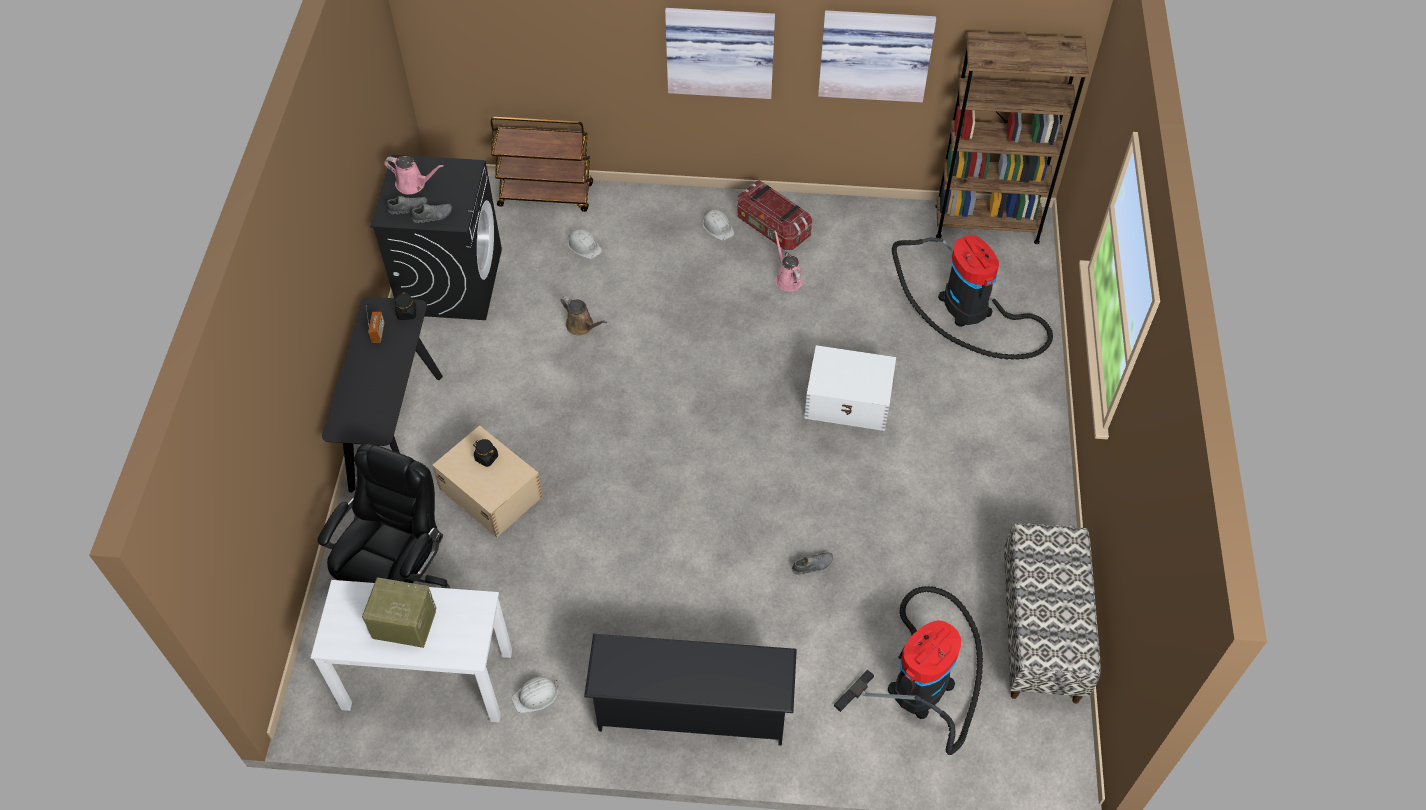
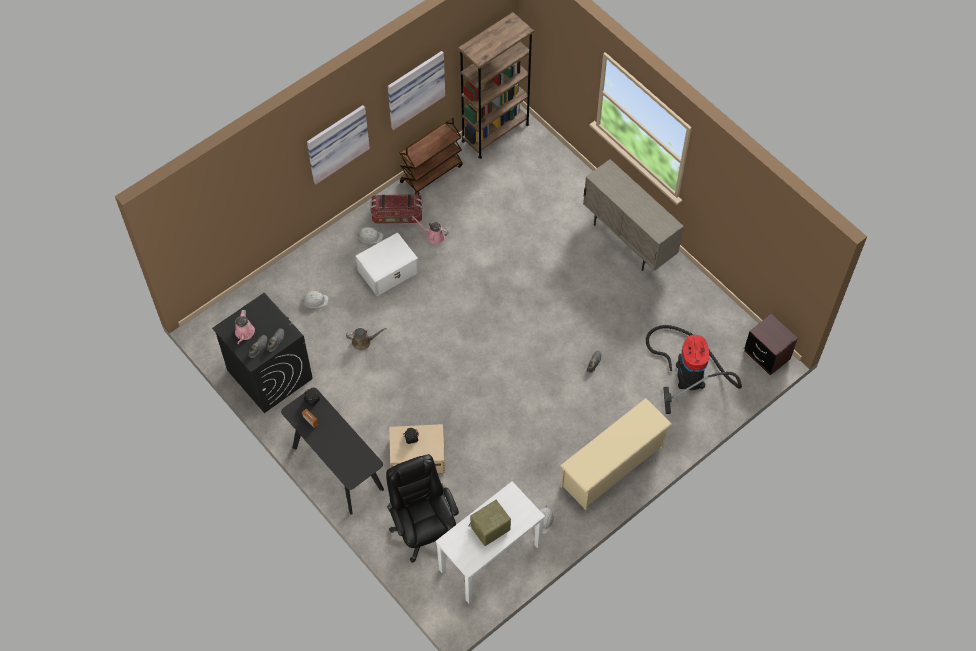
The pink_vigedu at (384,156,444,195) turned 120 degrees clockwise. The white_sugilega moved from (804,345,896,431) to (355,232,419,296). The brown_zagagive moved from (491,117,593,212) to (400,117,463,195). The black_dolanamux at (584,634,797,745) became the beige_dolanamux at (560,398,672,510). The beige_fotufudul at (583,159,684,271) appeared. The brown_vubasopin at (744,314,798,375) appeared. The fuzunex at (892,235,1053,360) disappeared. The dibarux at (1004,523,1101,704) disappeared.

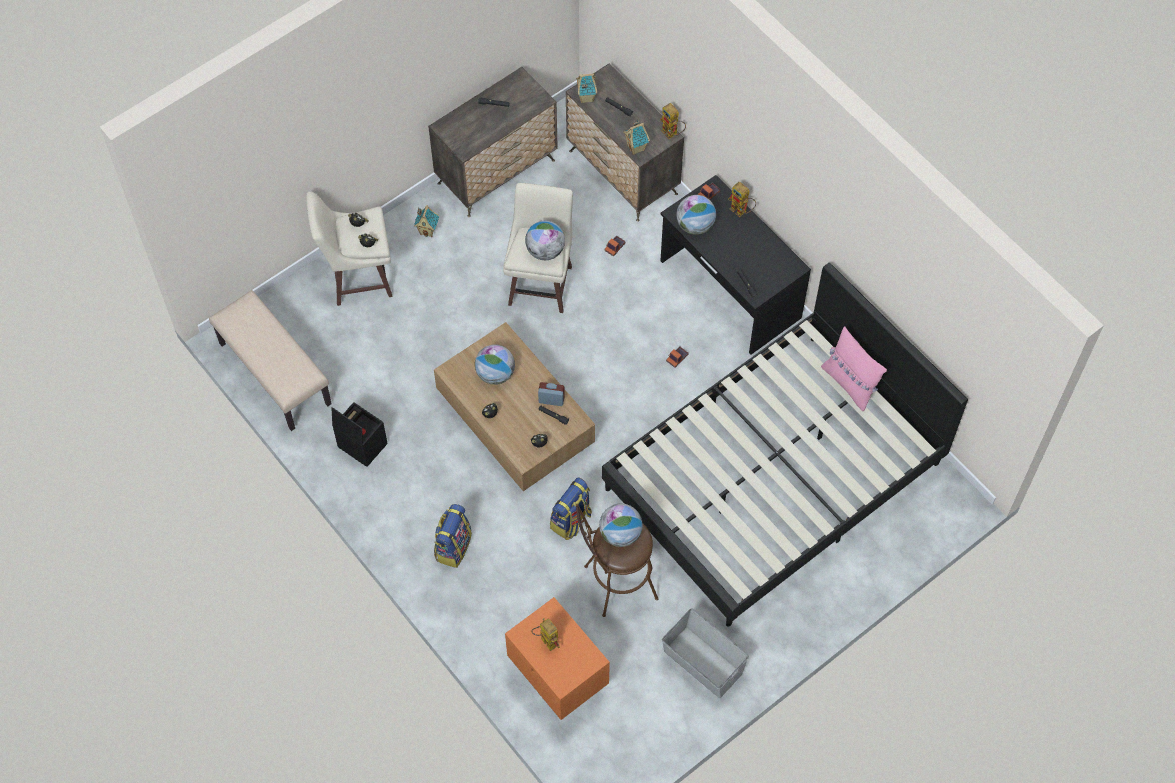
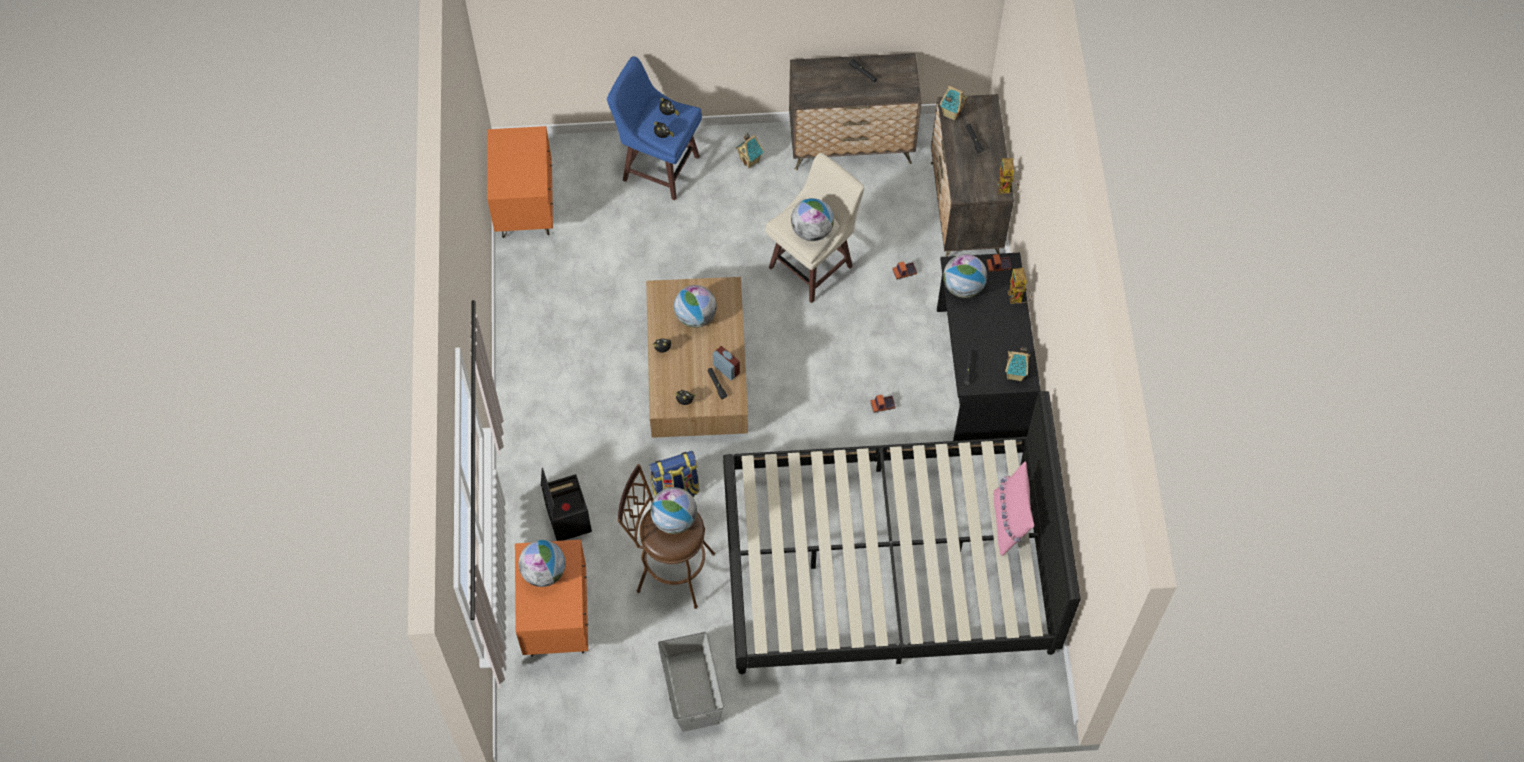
The beige_dibarux at (209,290,332,431) was replaced by the orange_vubasopin at (487,126,553,238). The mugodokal at (531,618,560,651) was replaced by the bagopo at (519,540,566,587). The black_sugilega moved from (331,402,388,467) to (541,468,592,541). The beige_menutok at (306,191,393,306) became the blue_menutok at (607,56,702,200). The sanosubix moved from (623,119,650,155) to (1005,347,1030,382). The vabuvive at (434,504,472,568) disappeared.

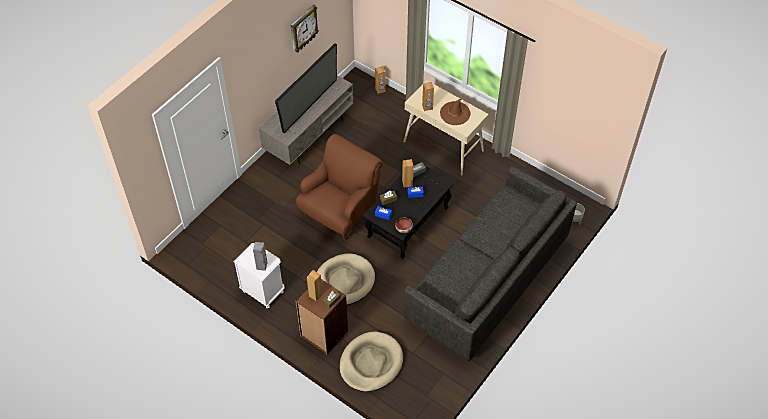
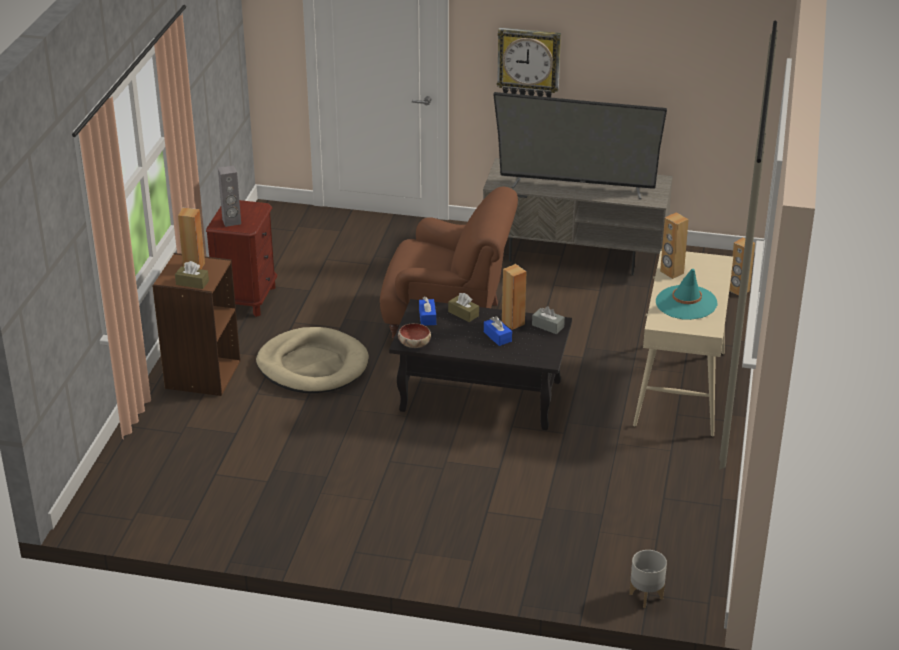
The white_vubasopin at (233,243,285,308) became the brown_vubasopin at (206,200,277,317). The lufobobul moved from (290,4,319,53) to (497,28,561,97). The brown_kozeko at (440,99,471,125) became the turquoise_kozeko at (656,269,717,320). The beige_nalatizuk at (339,331,403,392) disappeared. The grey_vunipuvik at (403,166,577,361) disappeared.

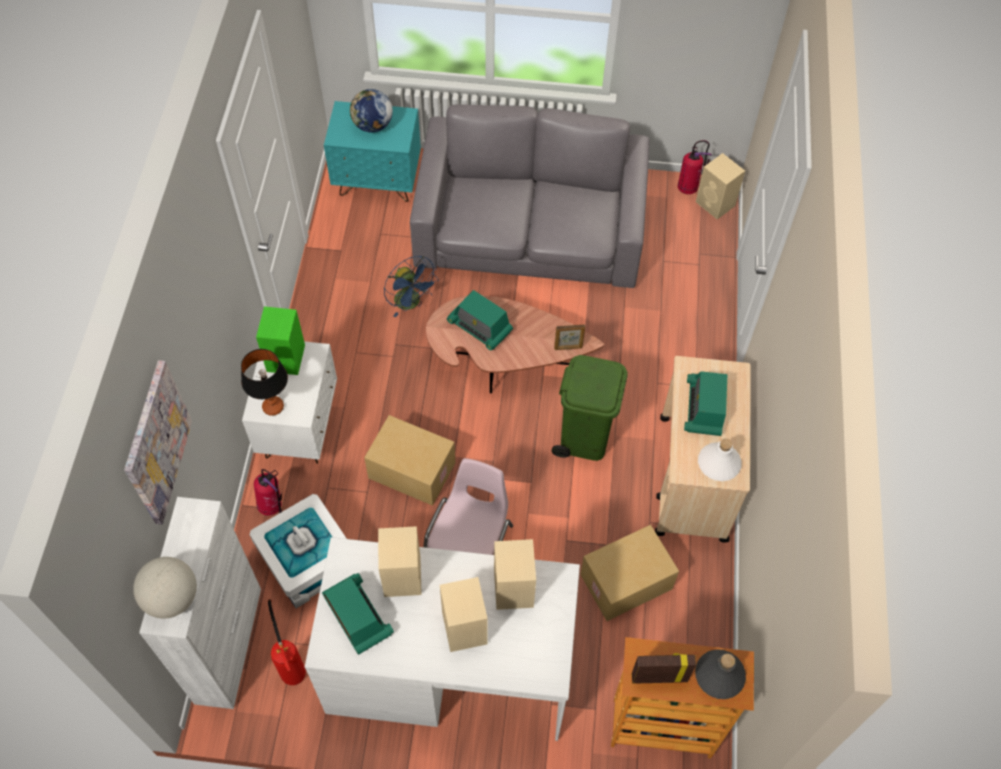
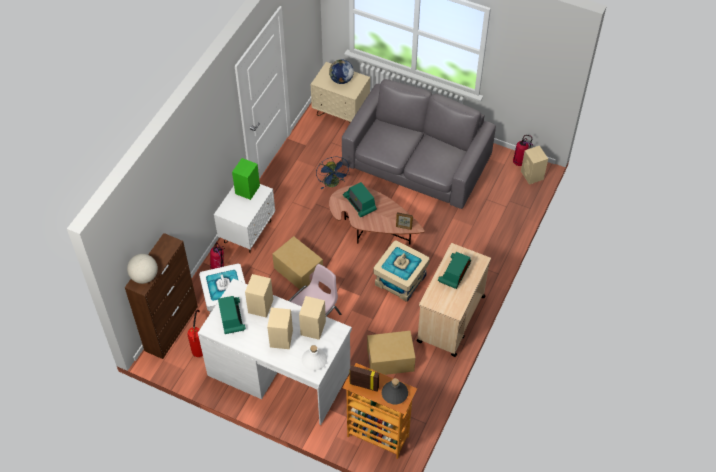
The white_fotufudul at (139,497,261,709) became the brown_fotufudul at (125,233,198,359). The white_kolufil moved from (698,439,742,481) to (302,345,327,371). The turquoise_vubasopin at (324,101,421,202) became the beige_vubasopin at (311,62,370,123). The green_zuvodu at (552,355,628,461) was replaced by the beige_sugilega at (373,240,430,302). The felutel at (124,360,192,524) disappeared. The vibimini at (241,349,288,416) disappeared.

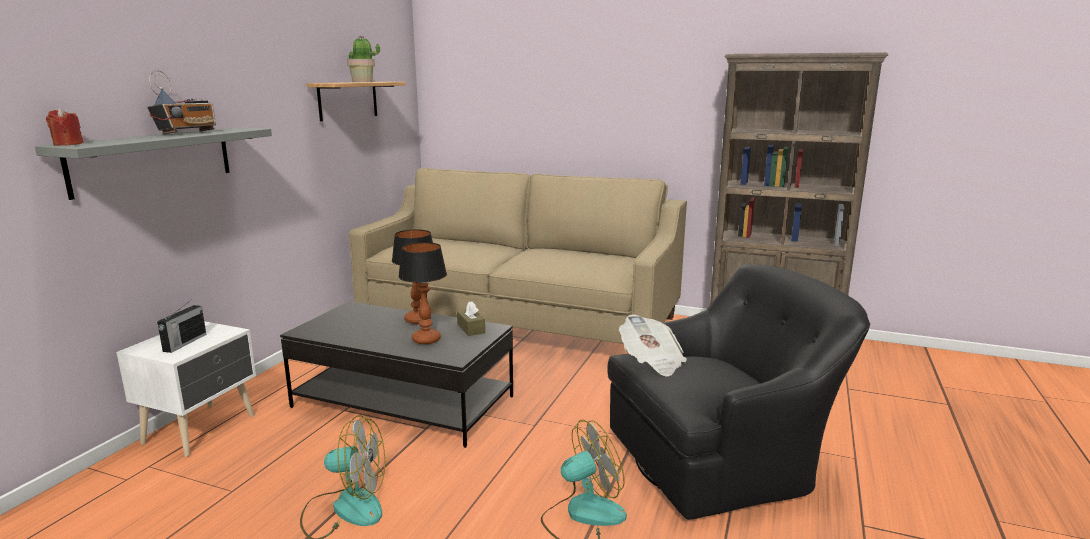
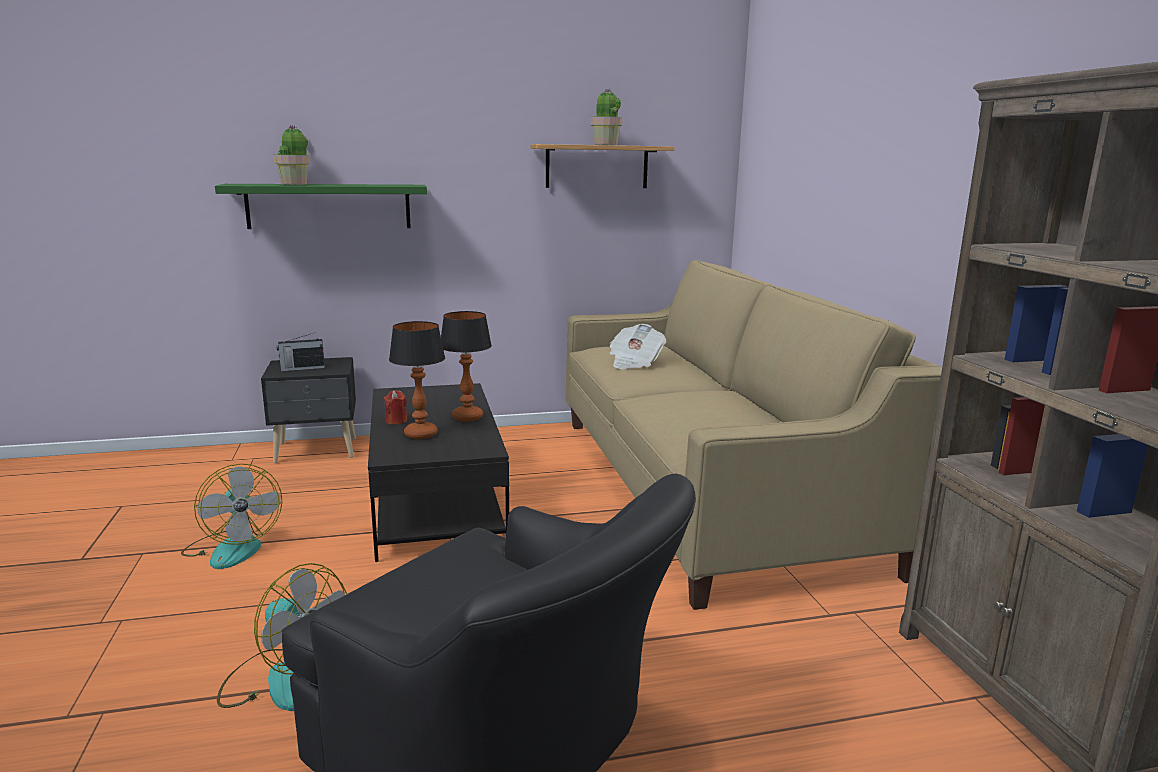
The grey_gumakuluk at (35,127,272,200) became the green_gumakuluk at (215,184,427,229). The white_vubasopin at (116,321,256,457) became the black_vubasopin at (261,357,356,463). The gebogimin at (273,125,310,185) appeared. The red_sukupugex moved from (46,108,84,146) to (384,390,407,424). The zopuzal moved from (619,315,687,377) to (609,324,666,369). The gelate at (147,70,216,134) disappeared. The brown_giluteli at (457,301,485,336) disappeared.

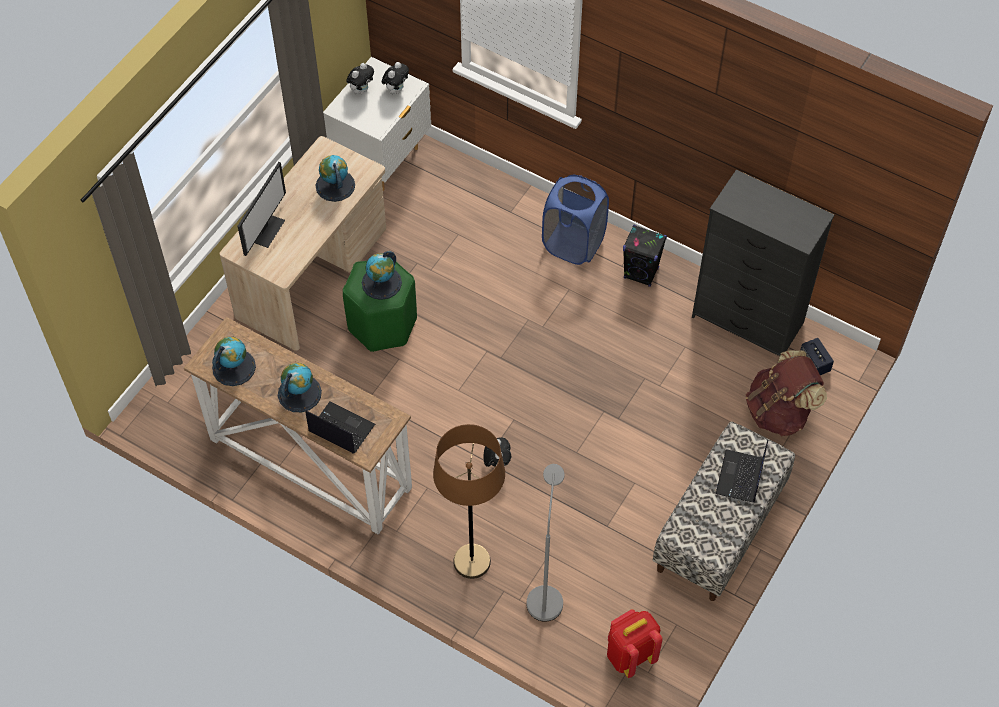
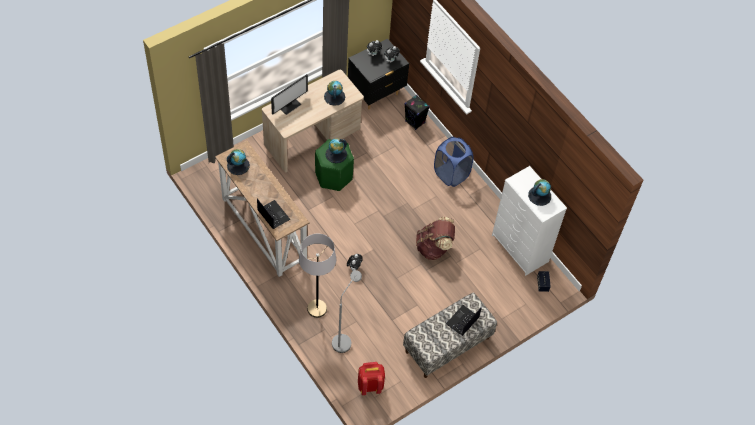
The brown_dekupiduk at (433,424,505,579) became the grey_dekupiduk at (299,234,336,318). The white_vubasopin at (323,57,431,191) became the black_vubasopin at (348,39,409,110). The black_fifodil moved from (623,225,667,287) to (404,95,430,130). The brown_vabuvive moved from (746,350,827,436) to (416,217,455,260). The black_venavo at (692,170,834,356) became the white_venavo at (492,166,567,276). The bagopo moved from (278,363,322,412) to (528,179,551,206).

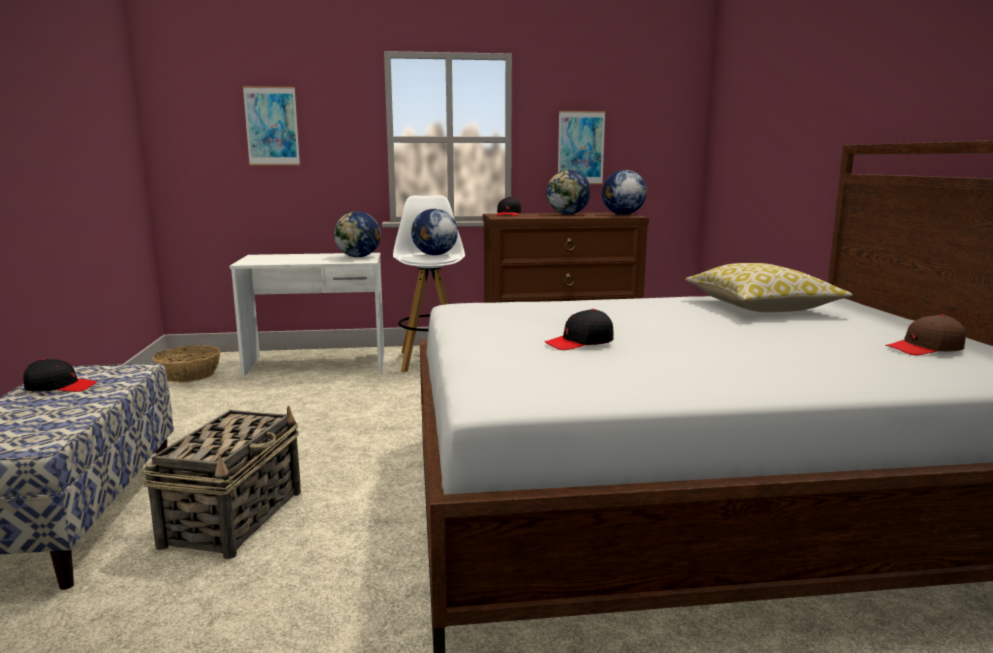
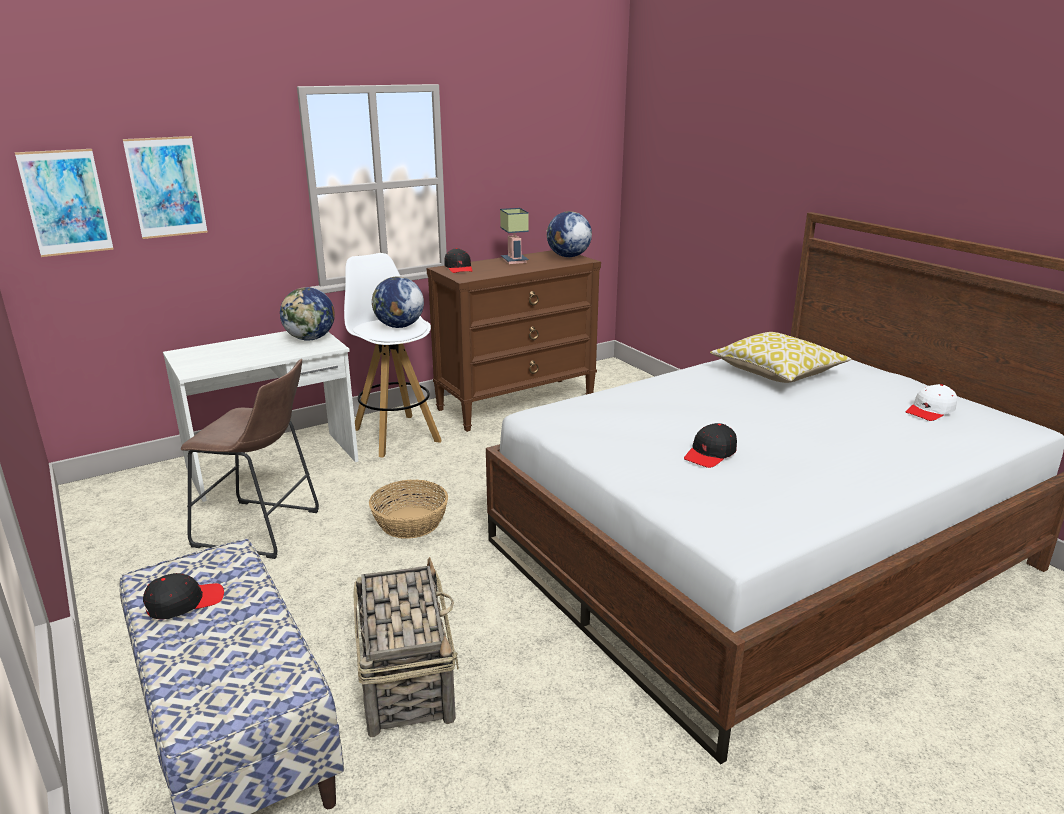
The felutel moved from (558,111,605,184) to (15,149,114,257). The brown_menutok at (181,359,319,559) appeared. The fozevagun moved from (152,345,221,382) to (369,480,448,539). The bagopo at (546,170,591,214) was replaced by the vibimini at (500,208,529,264). The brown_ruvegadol at (885,314,966,355) became the white_ruvegadol at (906,384,957,421).

